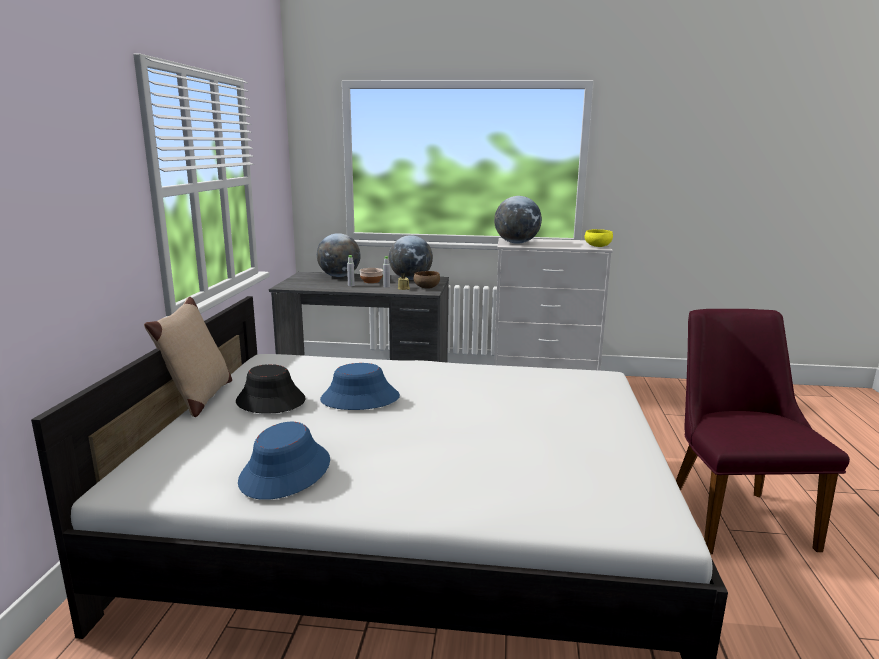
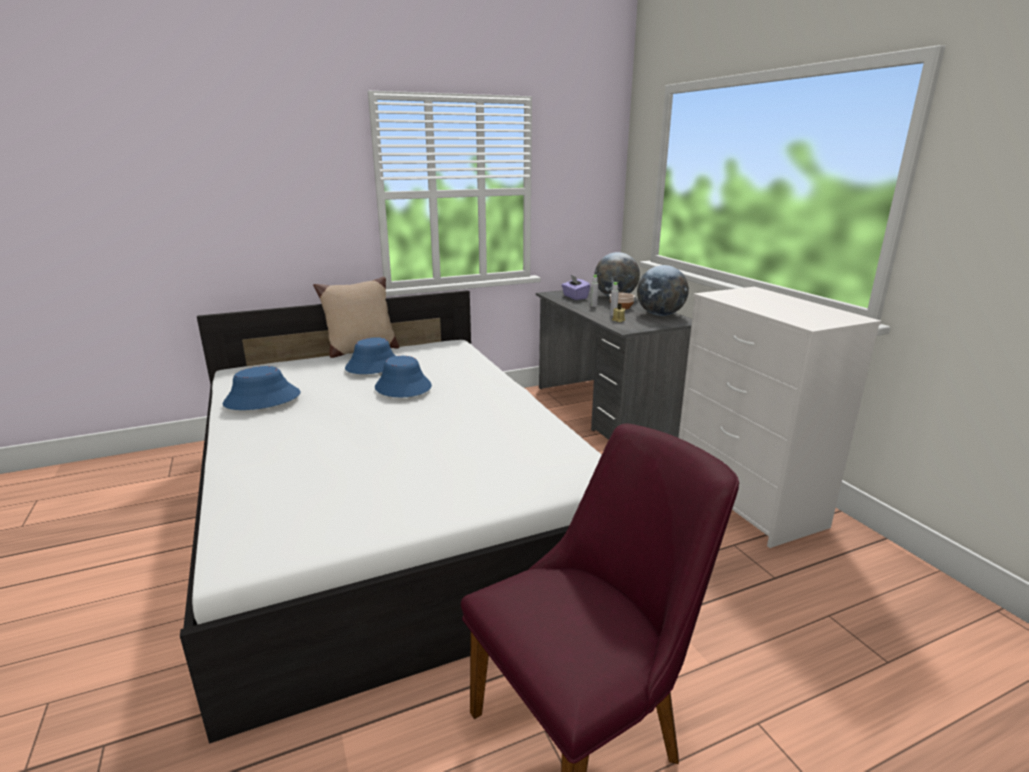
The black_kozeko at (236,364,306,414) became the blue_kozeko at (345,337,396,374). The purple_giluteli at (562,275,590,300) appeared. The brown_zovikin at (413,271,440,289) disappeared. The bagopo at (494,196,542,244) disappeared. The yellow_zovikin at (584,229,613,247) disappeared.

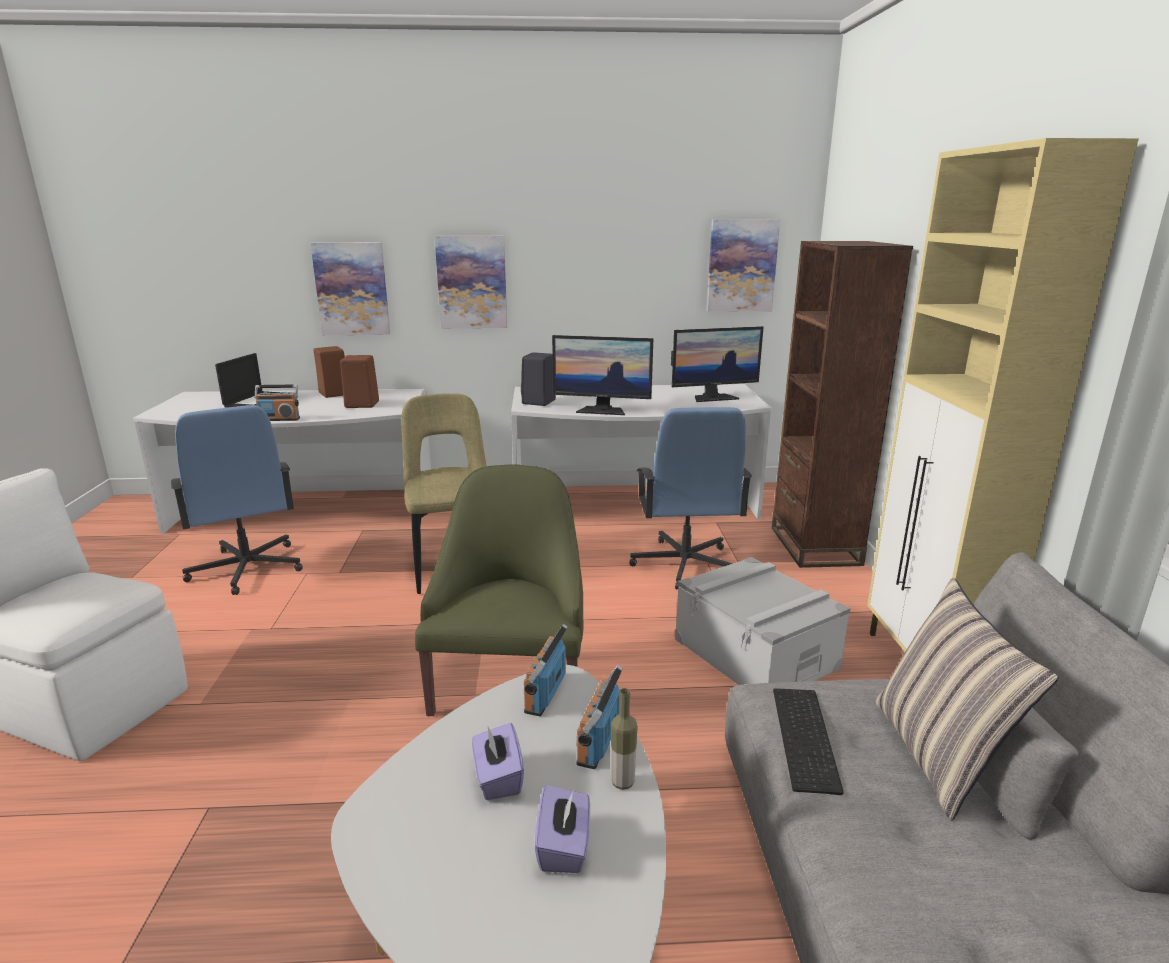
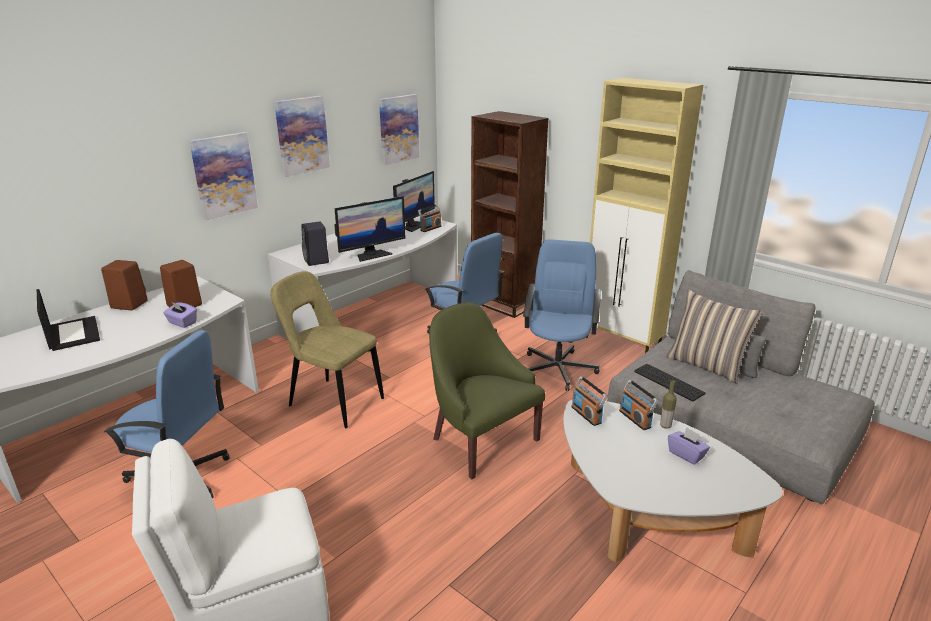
The purple_giluteli moved from (472,723,524,800) to (163,302,197,328). The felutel moved from (310,242,390,335) to (274,96,330,177). The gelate moved from (255,385,300,421) to (418,204,442,232). The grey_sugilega at (675,557,851,685) was replaced by the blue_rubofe at (523,239,601,391).

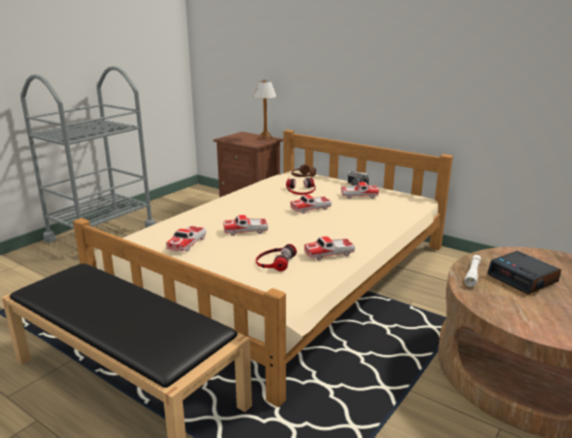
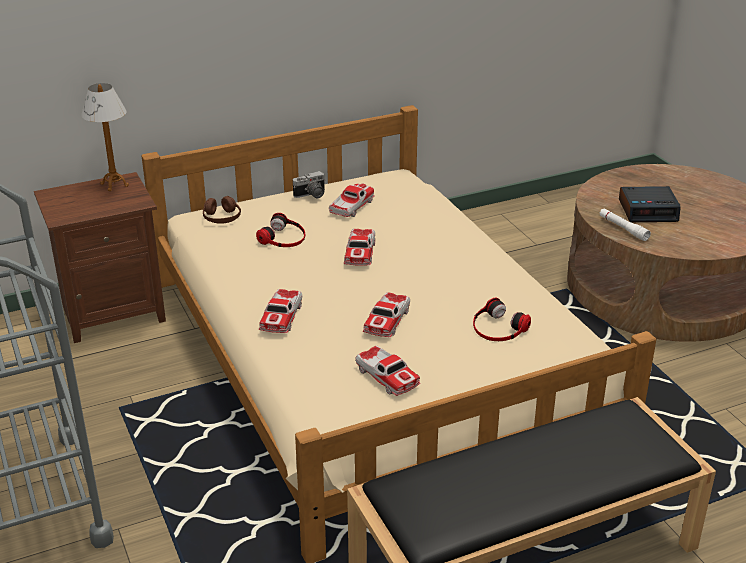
The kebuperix moved from (304,236,355,261) to (259,289,303,333).

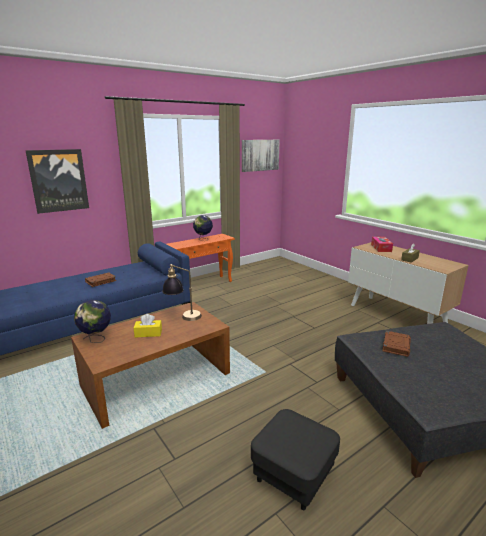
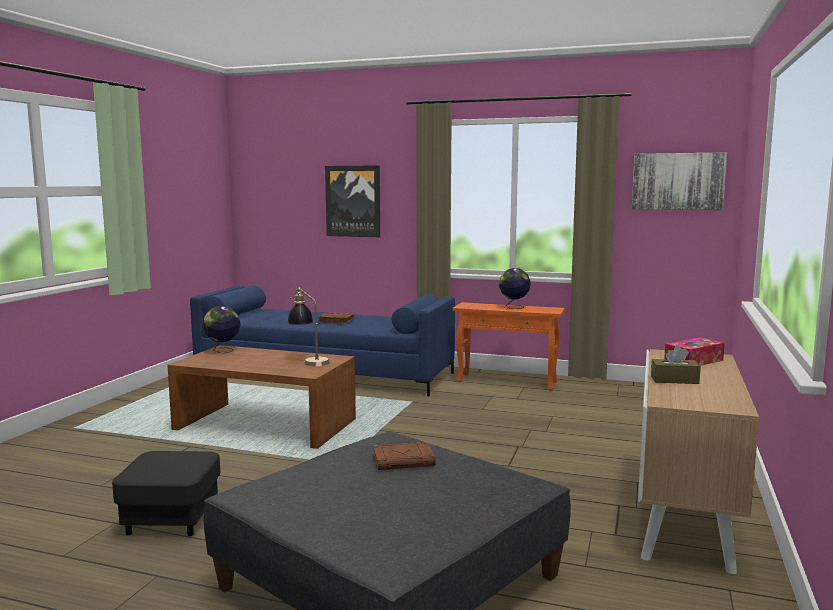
The yellow_giluteli at (134,314,162,337) disappeared.

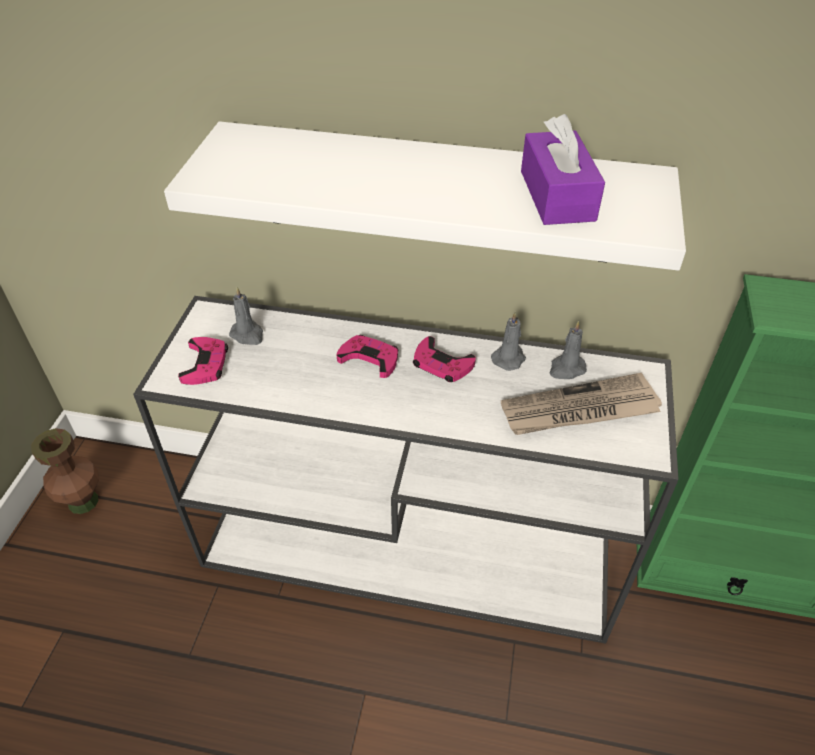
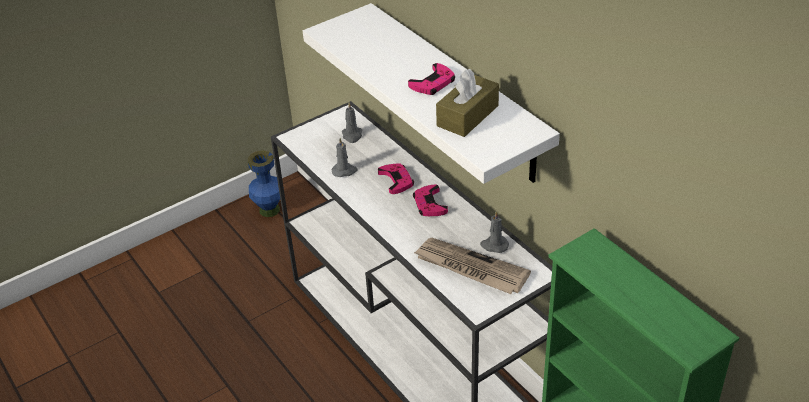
The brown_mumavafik at (31,428,99,514) became the blue_mumavafik at (248,151,280,217). The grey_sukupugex moved from (491,312,526,371) to (331,138,358,177). The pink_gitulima moved from (178,337,228,385) to (408,63,455,95). The purple_giluteli at (521,114,605,225) became the brown_giluteli at (436,69,499,137).

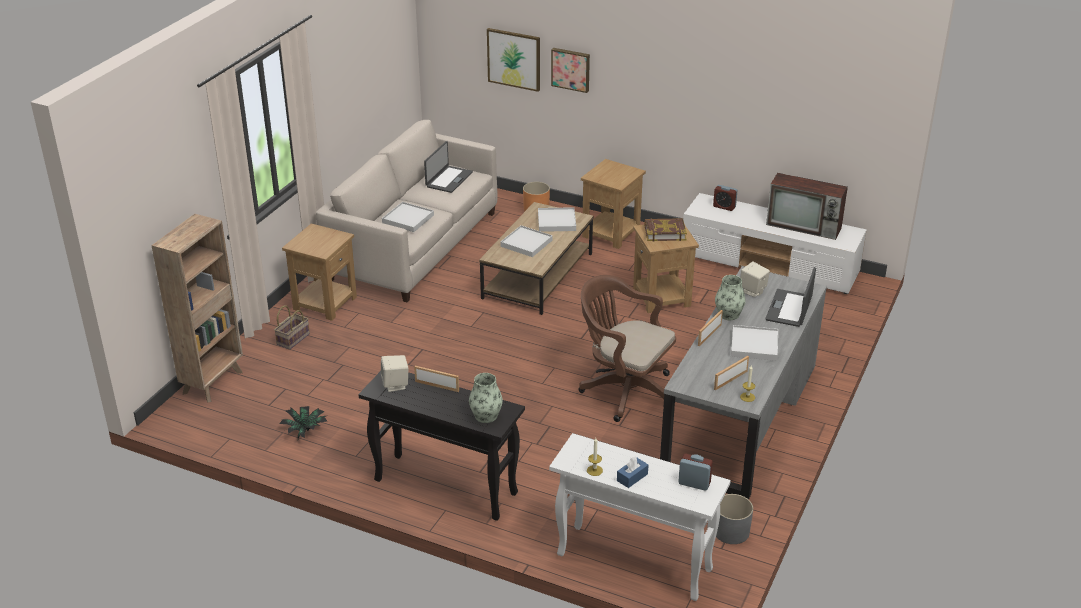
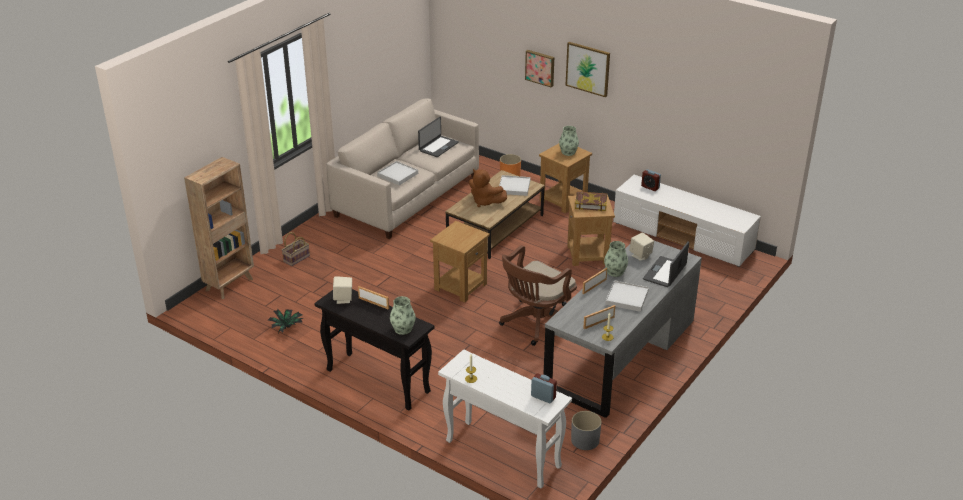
The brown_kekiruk moved from (282,223,357,321) to (430,221,490,303). The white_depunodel at (500,225,553,257) was replaced by the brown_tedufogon at (469,169,507,207). The brown_rubofe at (579,275,676,422) turned 90 degrees counterclockwise. The mumavafik at (559,126,579,156) appeared. The felutel moved from (487,28,540,92) to (565,42,610,97). The blue_giluteli at (617,457,648,488) disappeared. The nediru at (766,173,848,240) disappeared.

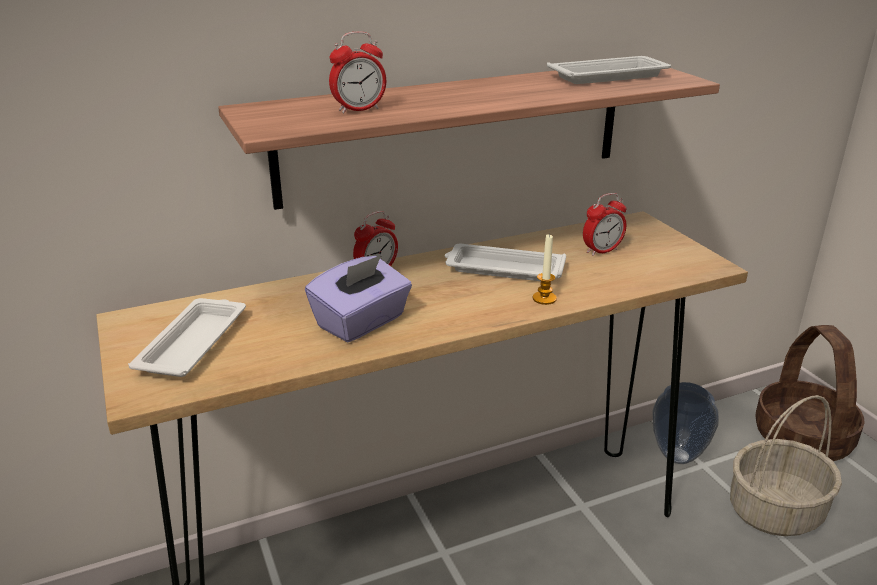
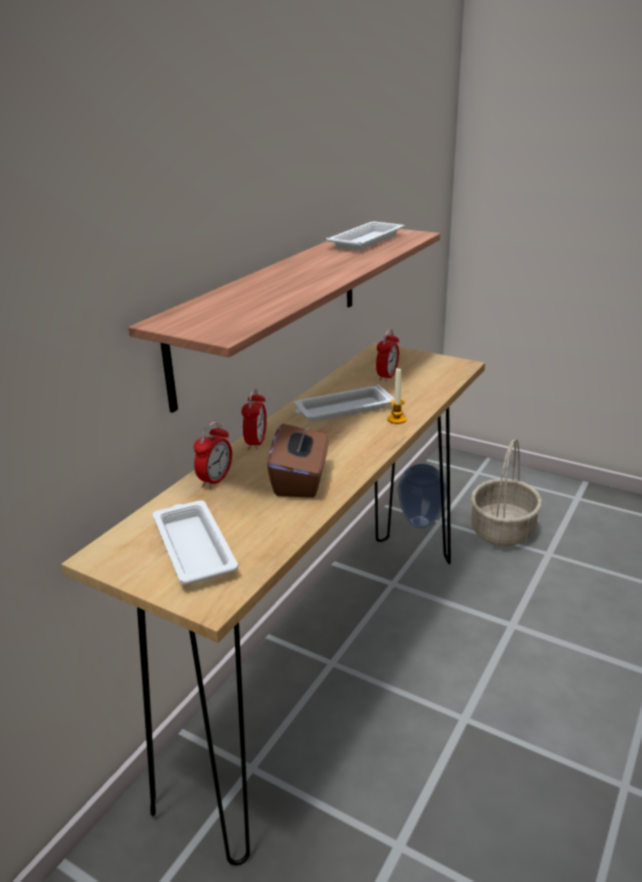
The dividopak moved from (329,32,386,114) to (194,422,232,489). The purple_giluteli at (305,255,412,342) became the brown_giluteli at (267,418,329,498). The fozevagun at (755,325,865,461) disappeared.

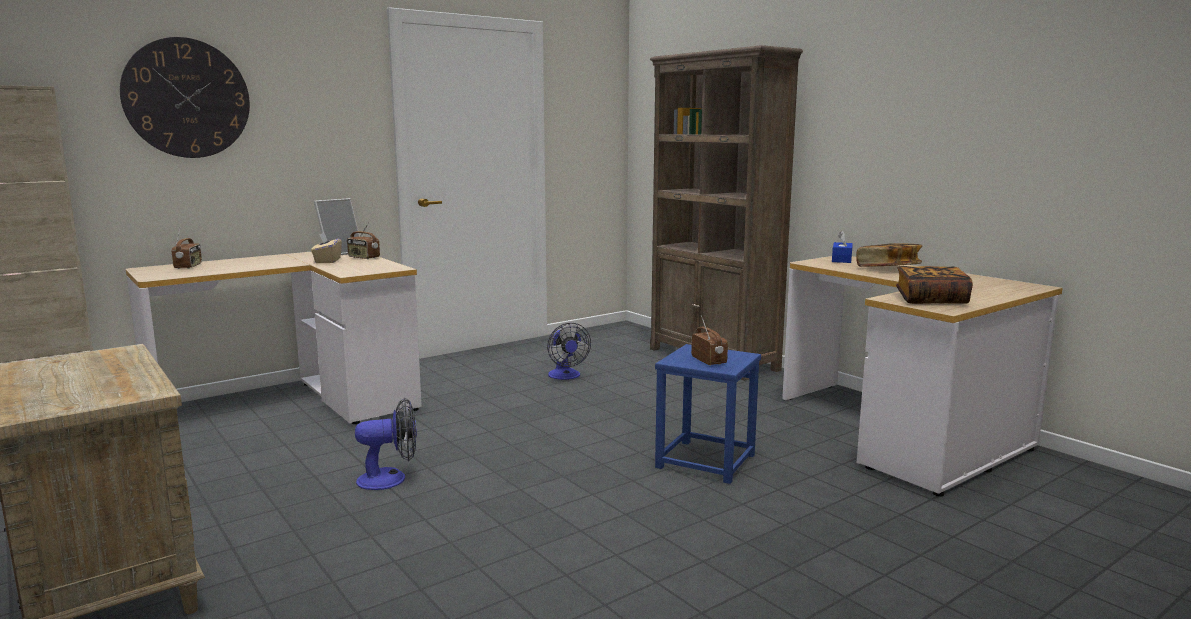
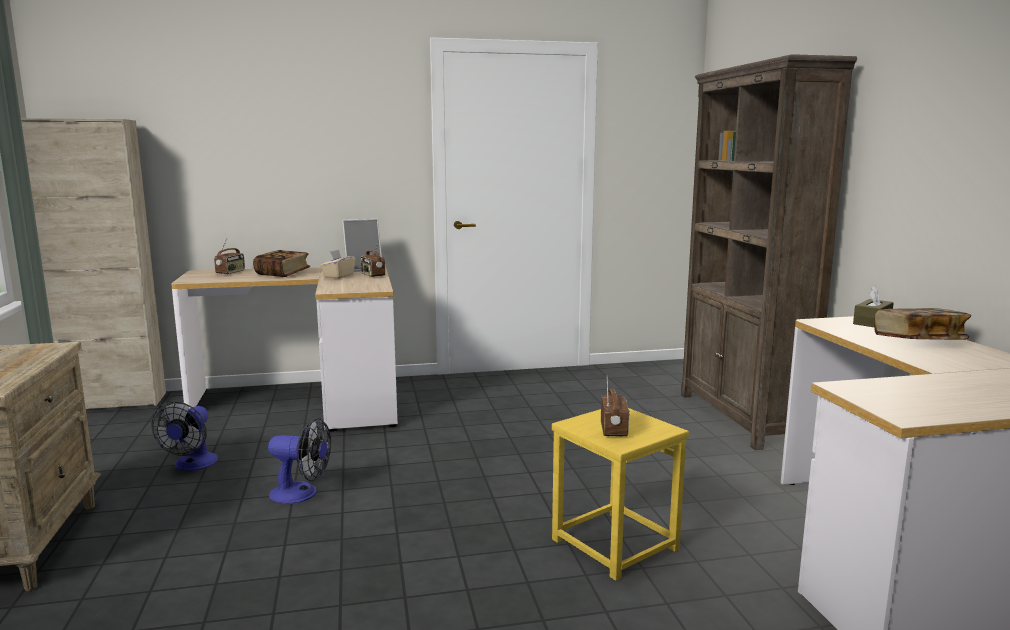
The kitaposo moved from (547,323,591,380) to (151,402,218,471). The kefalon moved from (896,266,973,304) to (253,250,310,277). The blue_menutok at (655,344,761,484) became the yellow_menutok at (552,408,689,581). The blue_giluteli at (832,230,853,263) became the brown_giluteli at (853,286,894,327). The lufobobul at (120,37,250,158) disappeared.

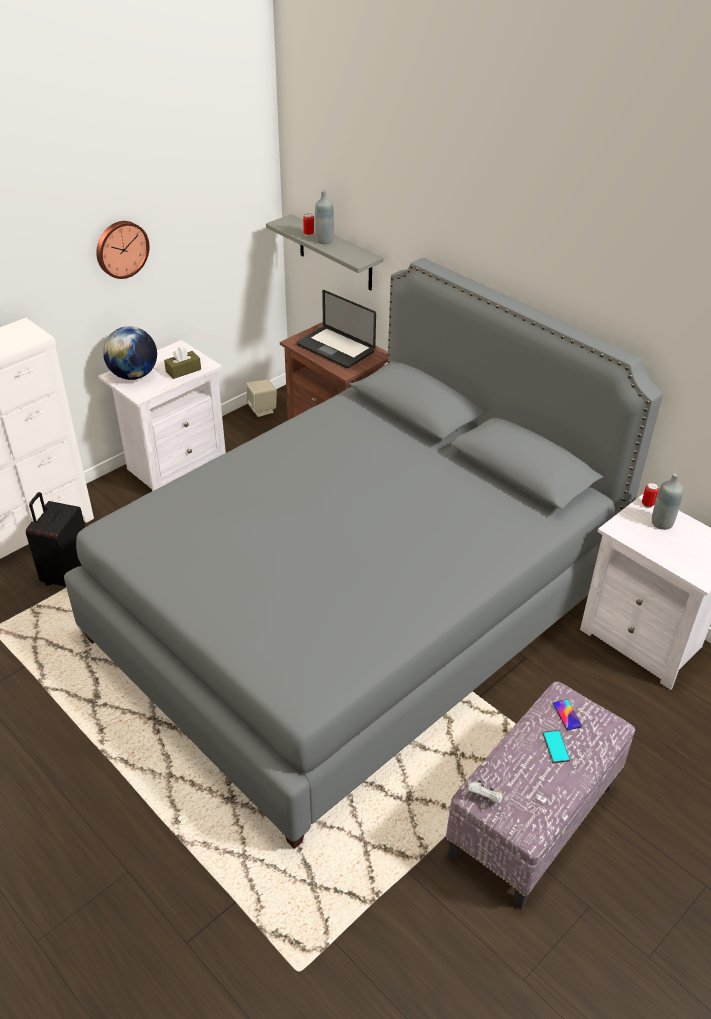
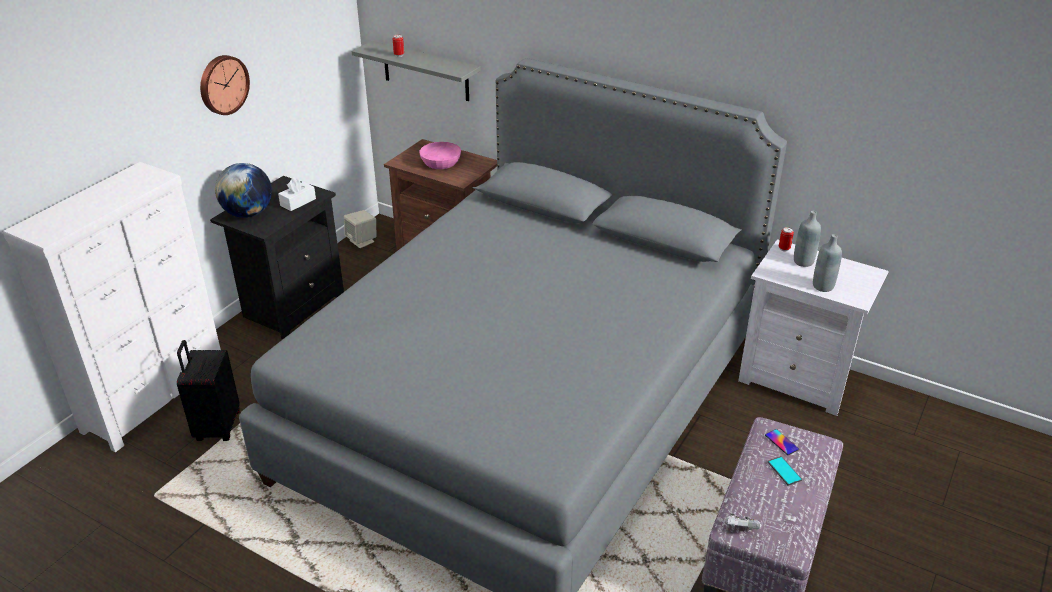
The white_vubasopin at (98,340,226,491) became the black_vubasopin at (210,176,344,339). The brown_giluteli at (164,347,201,379) became the white_giluteli at (278,177,316,211). The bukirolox at (297,290,376,368) was replaced by the pink_zovikin at (420,142,461,169). The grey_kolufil moved from (315,190,334,244) to (813,234,842,292).

